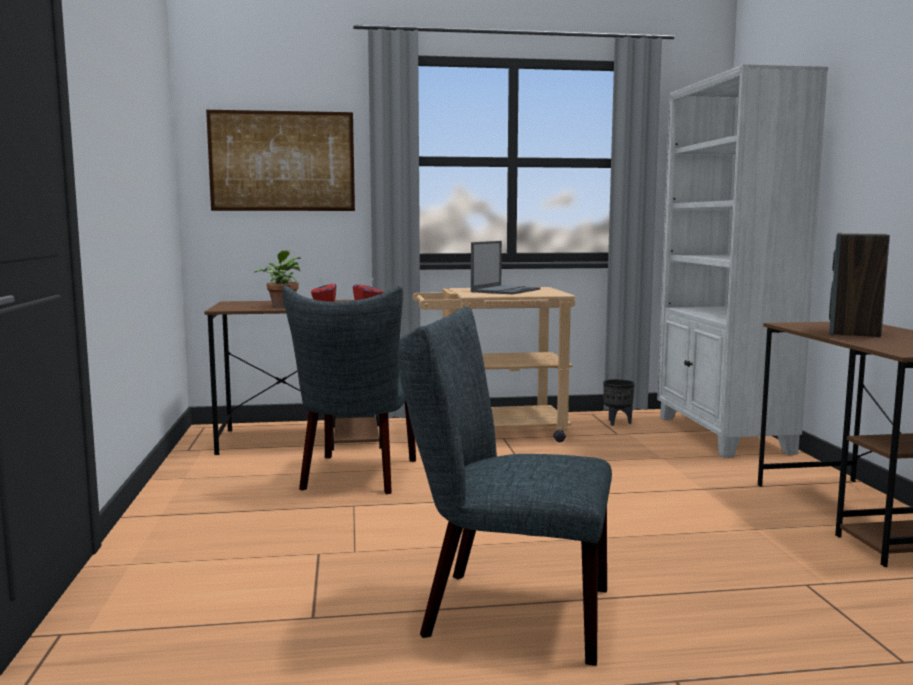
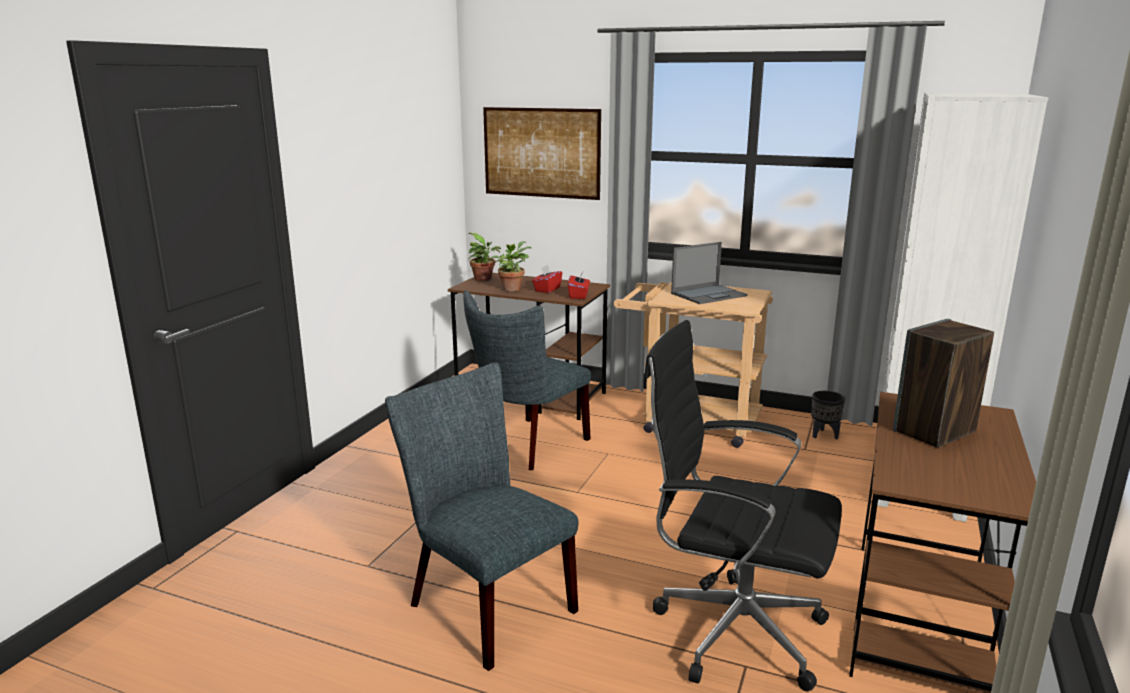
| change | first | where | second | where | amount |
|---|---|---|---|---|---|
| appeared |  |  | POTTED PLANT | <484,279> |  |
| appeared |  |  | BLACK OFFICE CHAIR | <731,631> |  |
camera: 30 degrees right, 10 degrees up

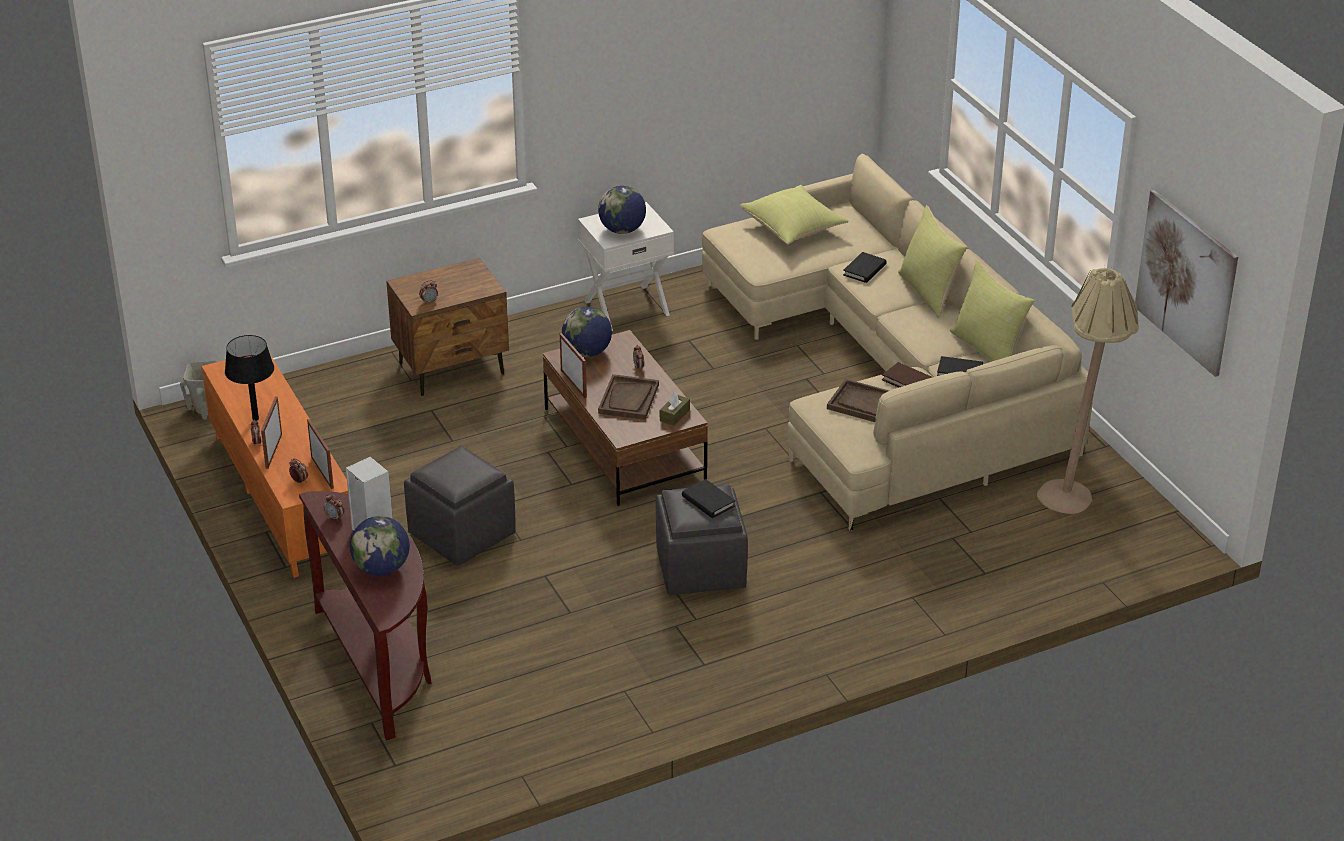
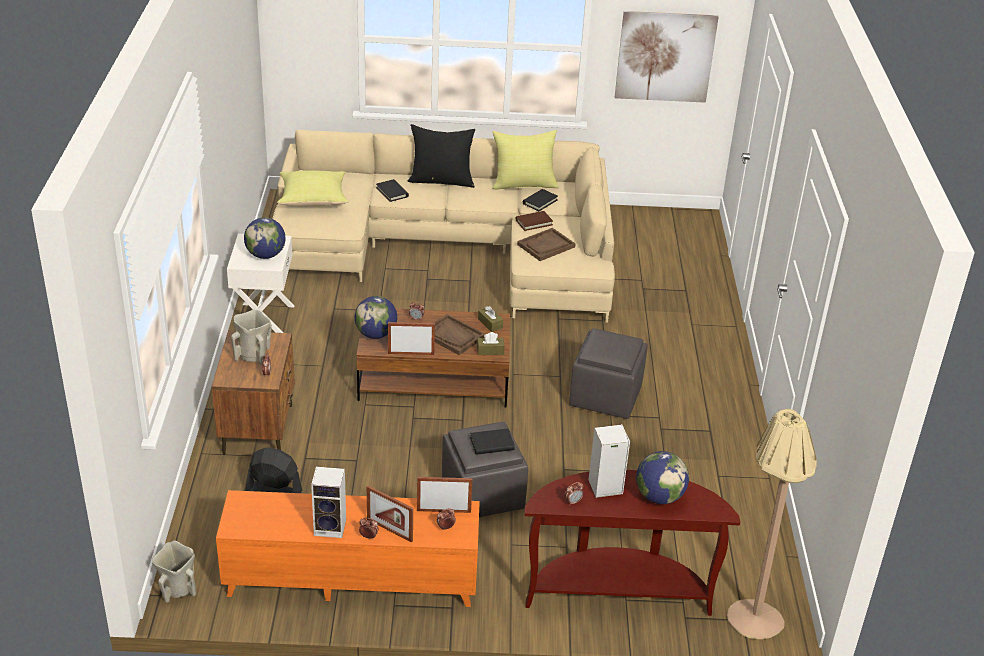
| change | first | where | second | where | amount |
|---|---|---|---|---|---|
| appeared |  |  | BEIGE VASE | <254,355> |  |
| appeared |  |  | BLACK FAN | <273,491> |  |
| appeared |  |  | BROWN TISSUE BOX | <490,350> |  |
| relocated | BLACK BOOK | <708,501> |  | <492,444> |  |
| relocated | BEIGE FLOOR LAMP | <1077,494> |  | <753,610> |  |
| exchanged | BLACK TABLE LAMP | <255,419> | SPEAKER | <331,527> |  |
| colour | YELLOW PILLOW | <929,292> | BLACK PILLOW | <441,180> |  |
camera: 65 degrees left, 0 degrees up

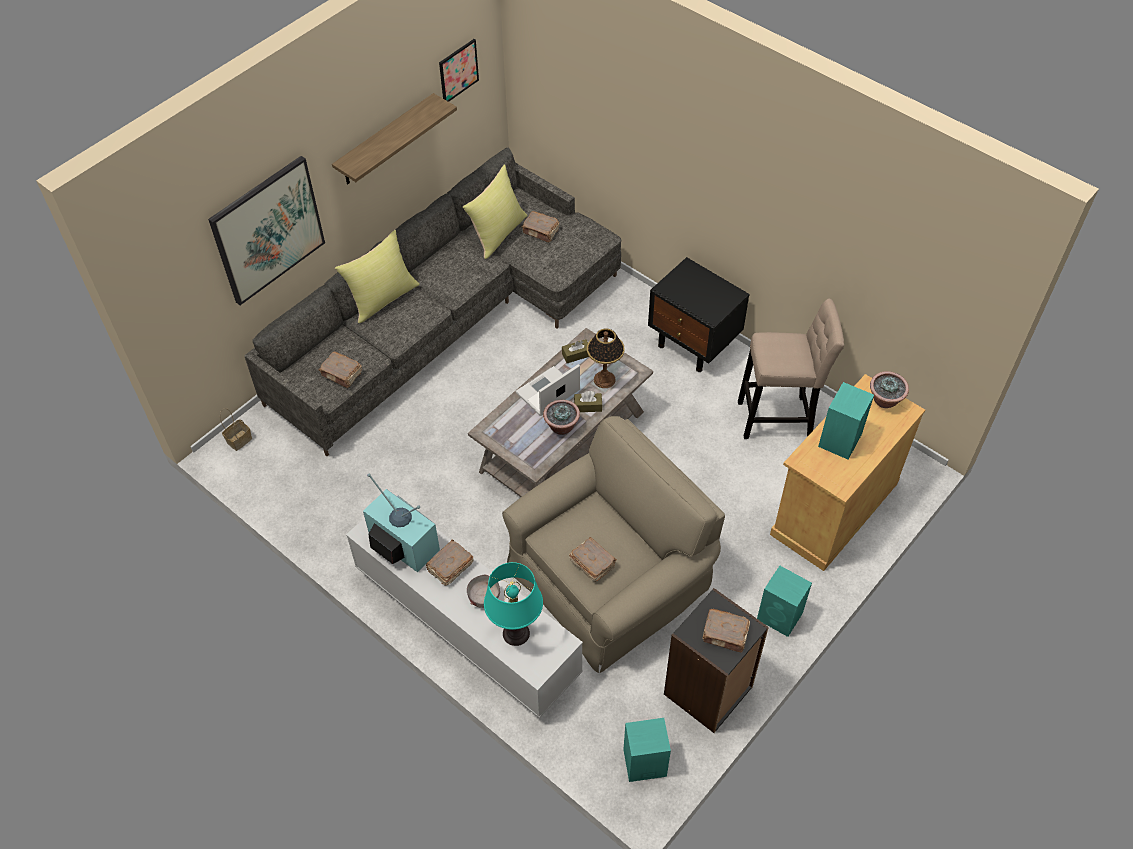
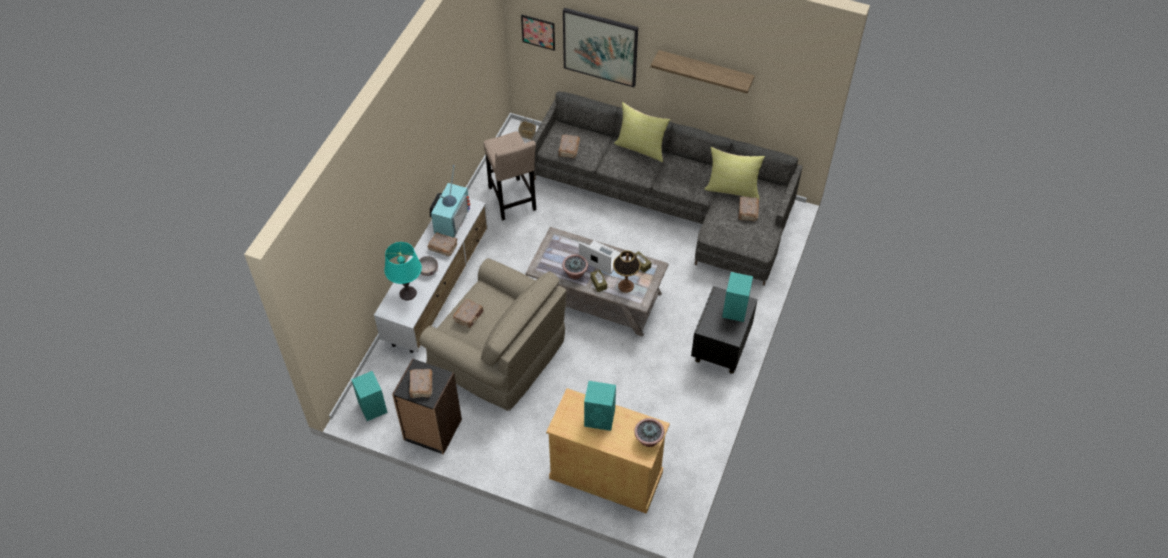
| change | first | where | second | where | amount |
|---|---|---|---|---|---|
| relocated | PICTURE | <458,71> |  | <538,32> |  |
| relocated | BEIGE STOOL | <779,418> |  | <512,201> |  |
| relocated | TURQUOISE SPEAKER | <780,617> |  | <735,310> |  |
camera: 70 degrees right, 0 degrees up

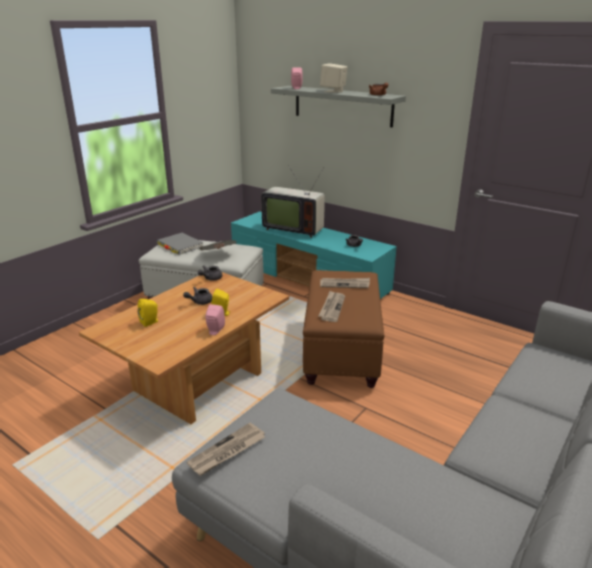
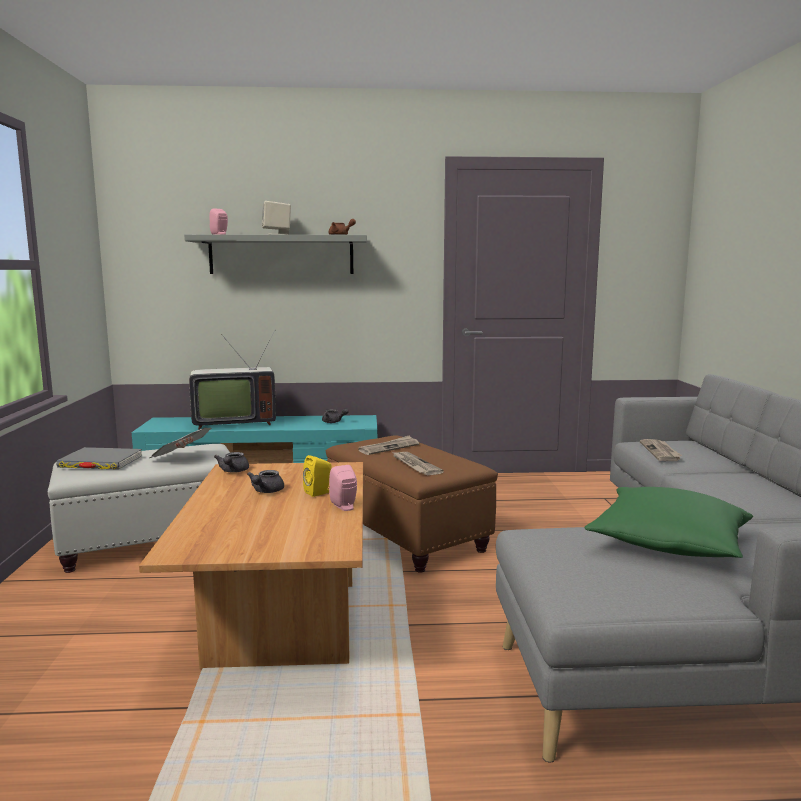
| change | first | where | second | where | amount |
|---|---|---|---|---|---|
| missing | YELLOW SPEAKER | <150,322> |  |  |  |
| appeared |  |  | GREEN PILLOW | <669,544> |  |
| relocated | NEWSPAPER | <227,451> |  | <661,452> |  |
camera: 40 degrees left, 15 degrees down

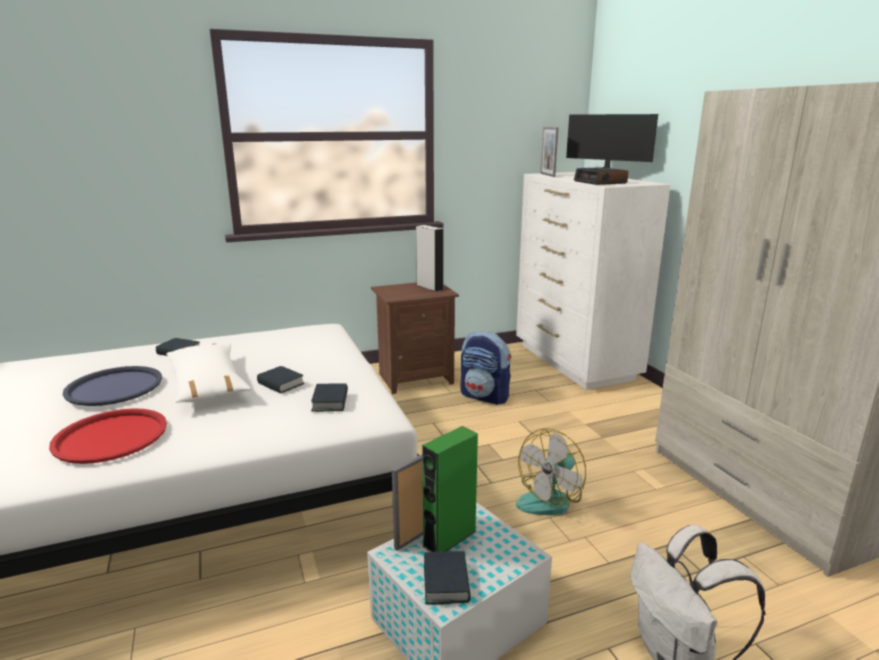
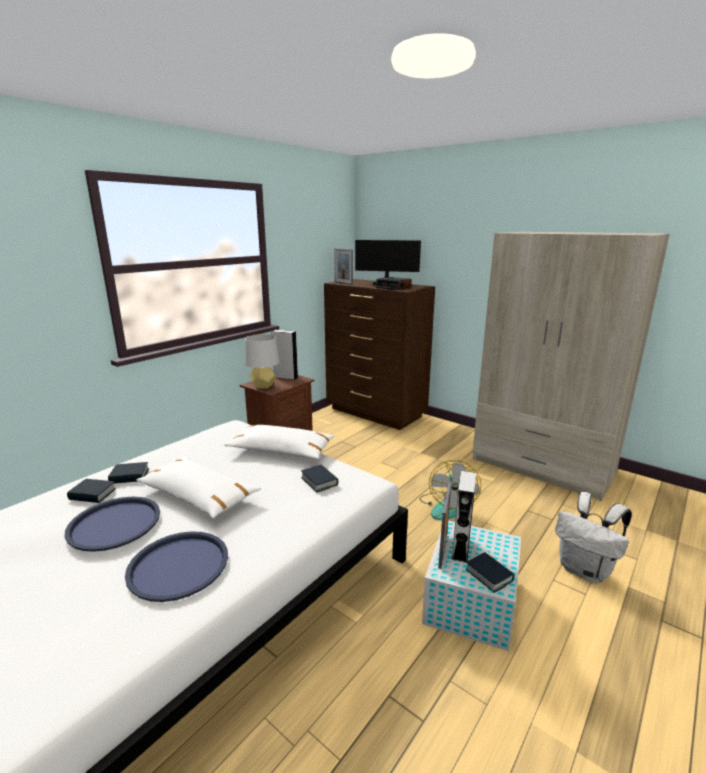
| change | first | where | second | where | amount |
|---|---|---|---|---|---|
| missing | BACKPACK | <485,396> |  |  |  |
| appeared |  |  | WHITE PILLOW | <281,451> |  |
| appeared |  |  | GREY TABLE LAMP | <263,386> |  |
| relocated | BOOK | <280,384> |  | <92,494> |  |
| colour | RED TRAY | <110,436> | BLUE TRAY | <178,566> |  |
| colour | GREEN SPEAKER | <449,538> | GREY SPEAKER | <460,548> |  |
| colour | WHITE DRESSER | <574,362> | BROWN DRESSER | <375,413> |  |
camera: 30 degrees left, 0 degrees up

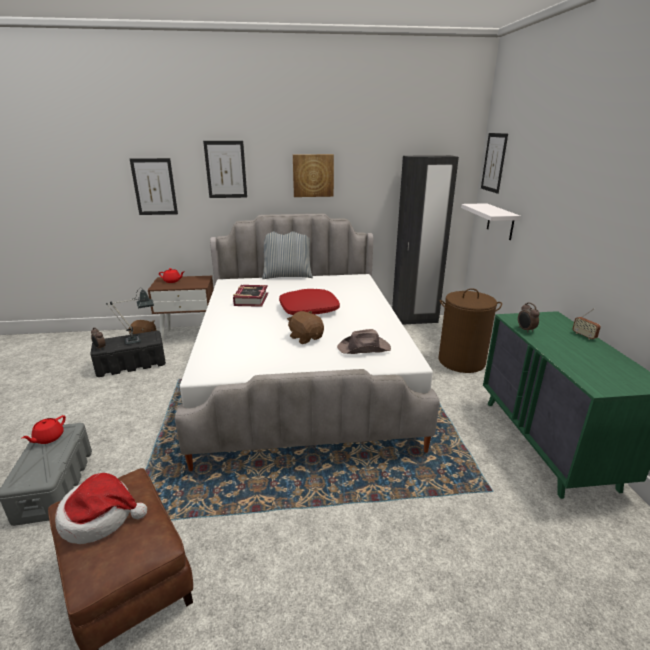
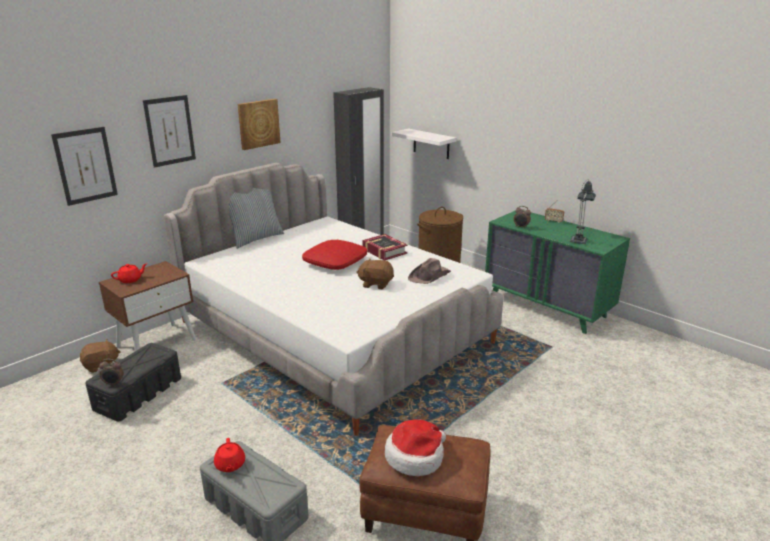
| change | first | where | second | where | amount |
|---|---|---|---|---|---|
| missing | PICTURE | <494,162> |  |  |  |
| relocated | TABLE LAMP | <137,340> |  | <579,239> |  |
| relocated | BOOK | <251,299> |  | <384,251> |  |
camera: 40 degrees left, 0 degrees up

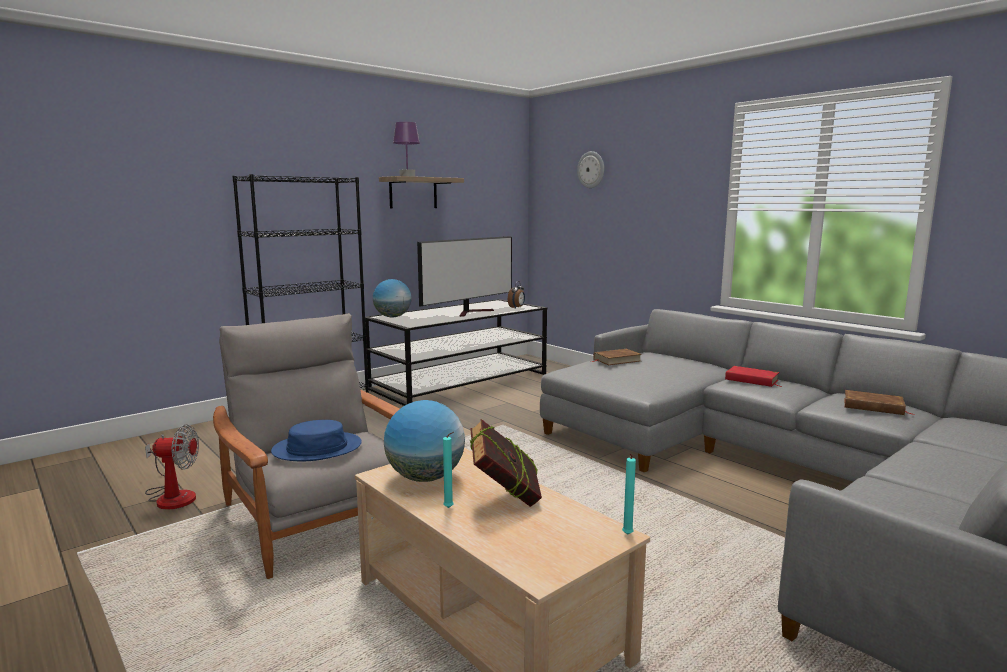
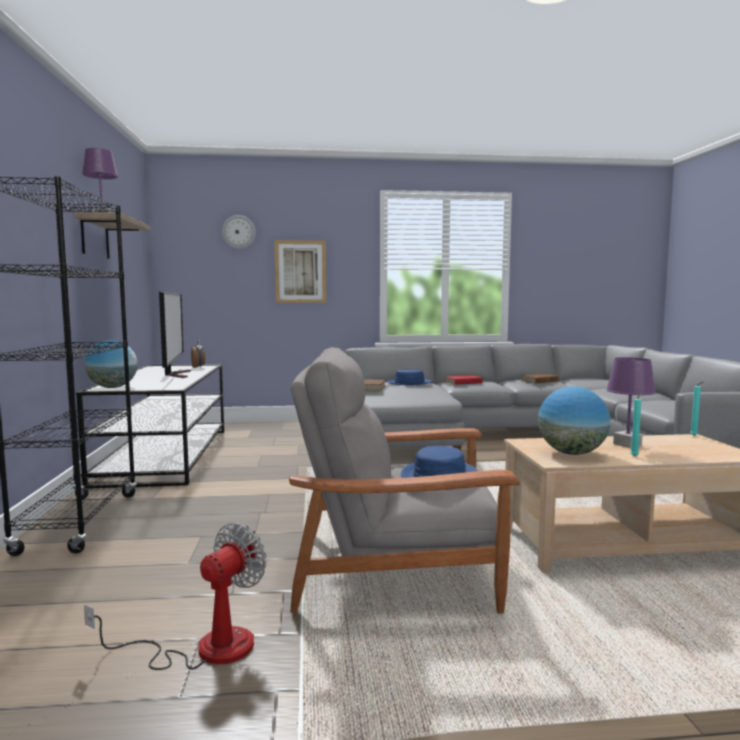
| change | first | where | second | where | amount |
|---|---|---|---|---|---|
| appeared |  |  | PICTURE | <300,272> |  |
| appeared |  |  | BLUE HAT | <409,383> |  |
| exchanged | BOOK | <505,499> | PURPLE TABLE LAMP | <626,445> |  |
camera: 55 degrees left, 5 degrees down

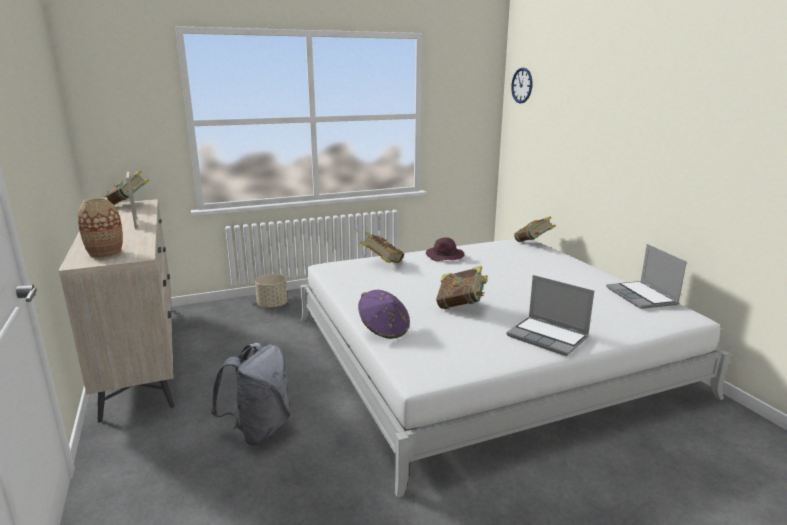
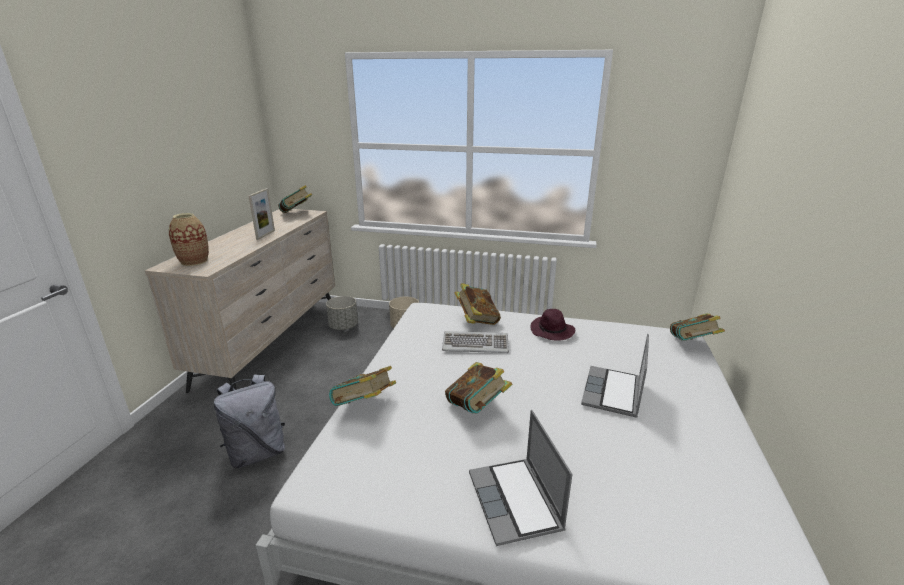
| change | first | where | second | where | amount |
|---|---|---|---|---|---|
| missing | WALL CLOCK | <522,85> |  |  |  |
| appeared |  |  | GREY PLANTER | <344,326> |  |
| appeared |  |  | KEYBOARD | <475,344> |  |
| relocated | LAPTOP | <642,296> |  | <613,393> |  |
| exchanged | PURPLE HAT | <384,329> | BOOK | <365,406> |  |
camera: 35 degrees right, 5 degrees up

